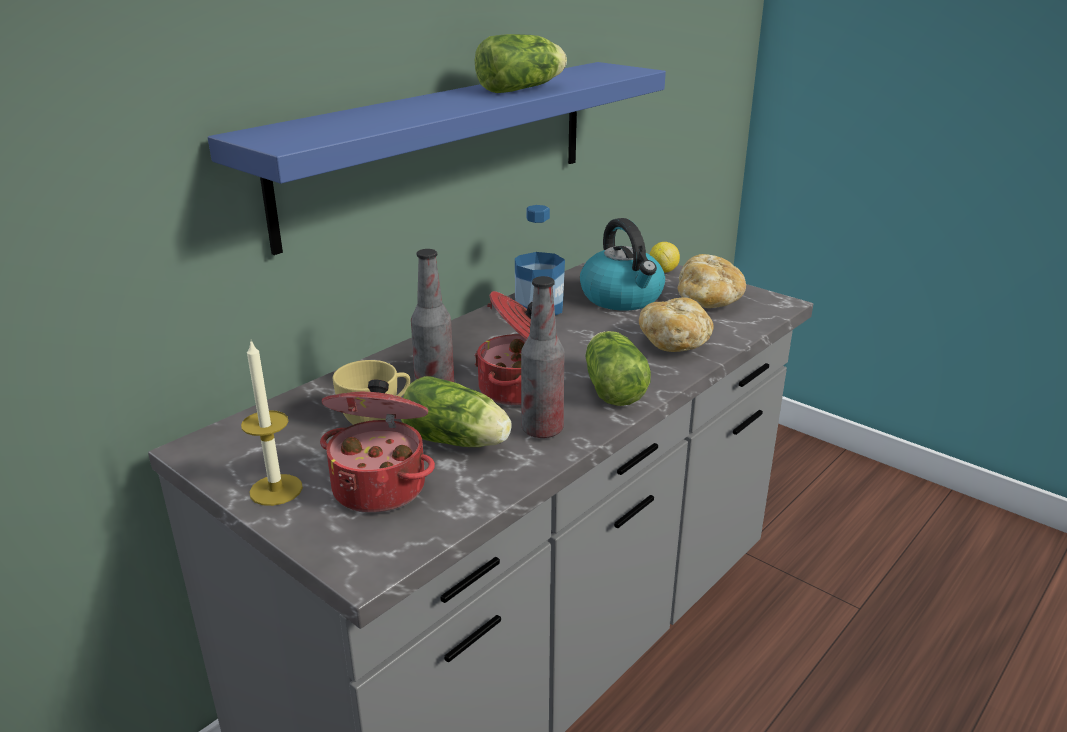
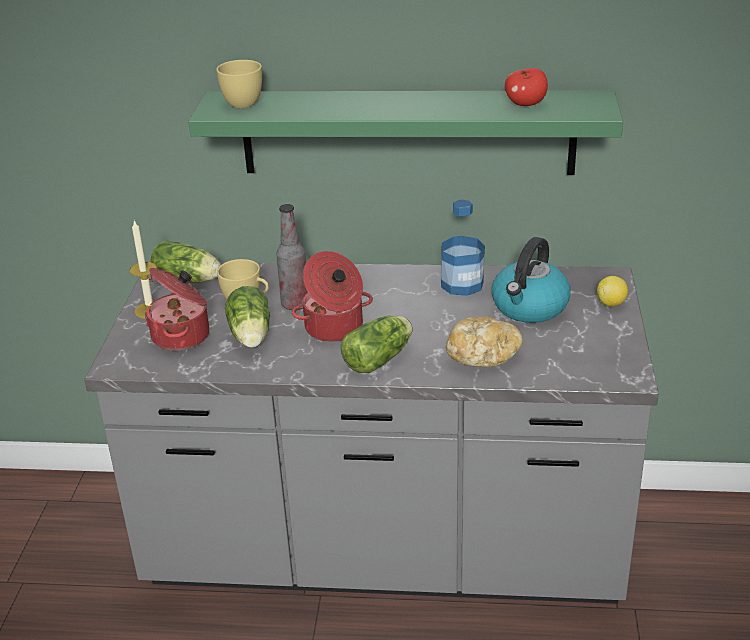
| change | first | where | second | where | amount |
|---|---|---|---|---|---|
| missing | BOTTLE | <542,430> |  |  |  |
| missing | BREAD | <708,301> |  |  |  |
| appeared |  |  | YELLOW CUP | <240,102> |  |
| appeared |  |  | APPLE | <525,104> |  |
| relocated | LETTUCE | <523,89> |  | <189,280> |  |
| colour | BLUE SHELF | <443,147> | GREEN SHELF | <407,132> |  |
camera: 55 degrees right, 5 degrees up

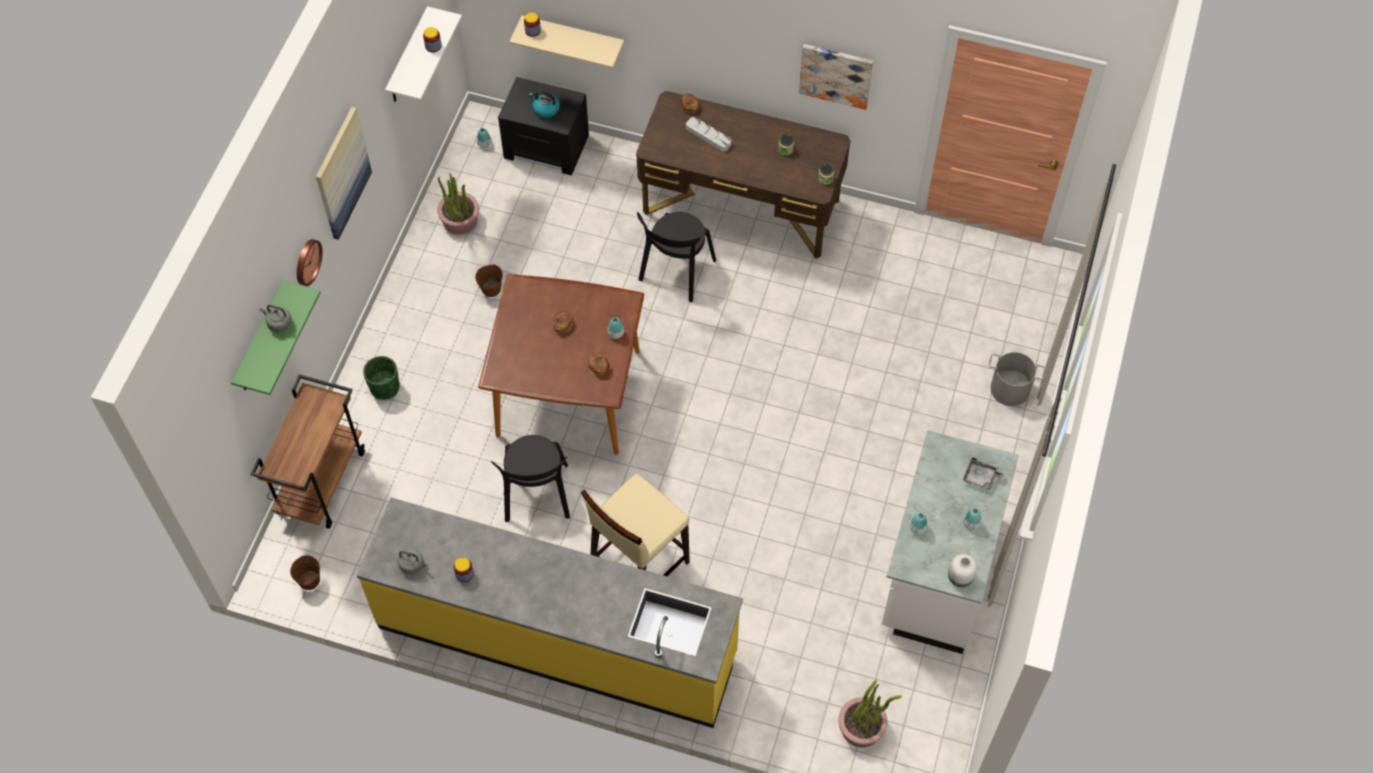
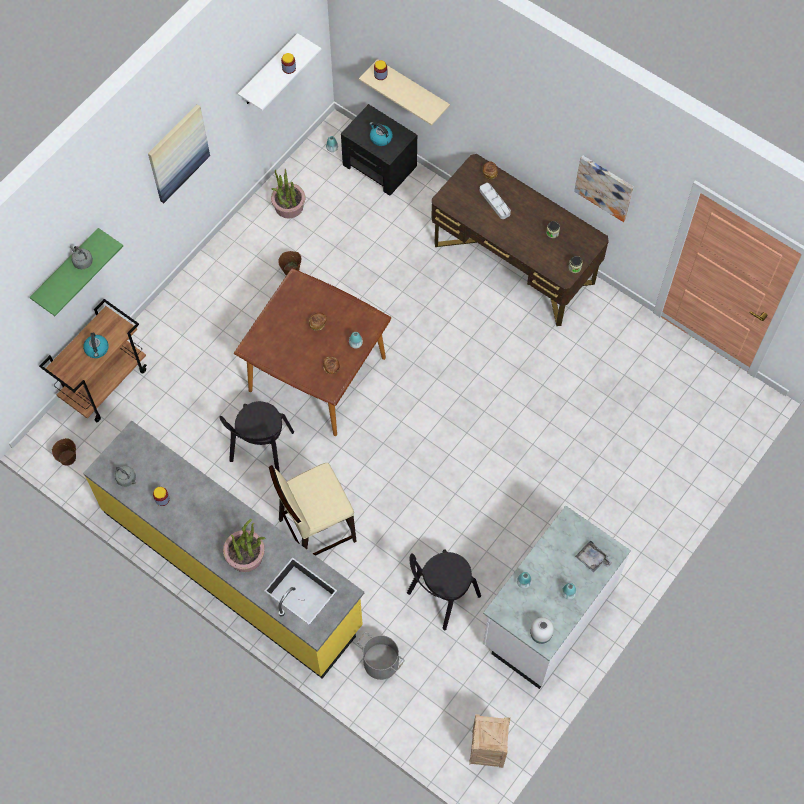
| change | first | where | second | where | amount |
|---|---|---|---|---|---|
| missing | WALL CLOCK | <306,262> |  |  |  |
| missing | GREEN PLANTER | <384,387> |  |  |  |
| appeared |  |  | KETTLE | <97,349> |  |
| appeared |  |  | CRATE | <486,751> |  |
| relocated | BLACK CHAIR | <675,273> |  | <441,596> |  |
| relocated | POTTED PLANT | <861,728> |  | <246,556> |  |
| relocated | GREY BUCKET | <1010,389> |  | <380,662> |  |
camera: 20 degrees right, 5 degrees up

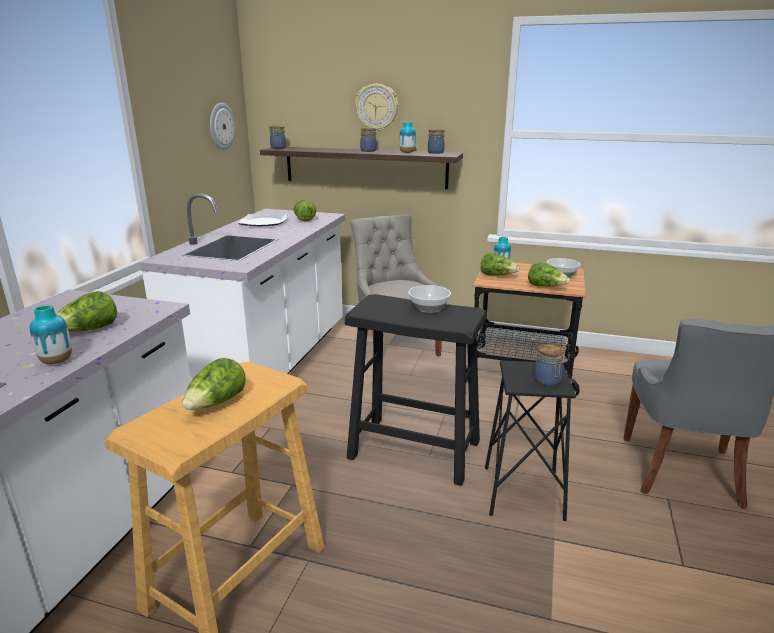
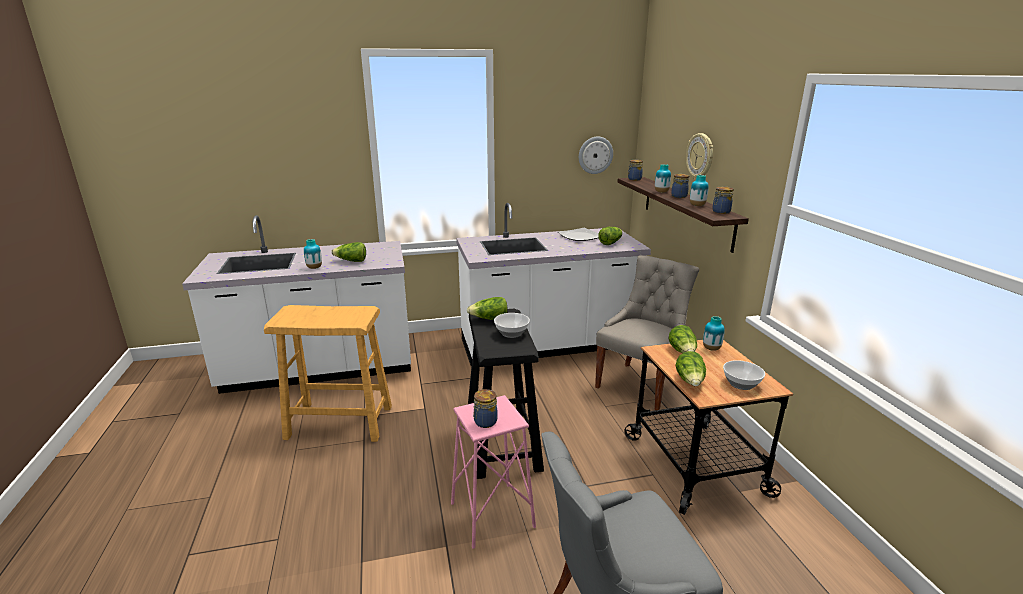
| change | first | where | second | where | amount |
|---|---|---|---|---|---|
| appeared |  |  | VASE | <661,192> |  |
| relocated | LETTUCE | <216,403> |  | <489,319> |  |
| colour | BLACK STOOL | <523,492> | PINK STOOL | <492,515> |  |
camera: 60 degrees right, 0 degrees up

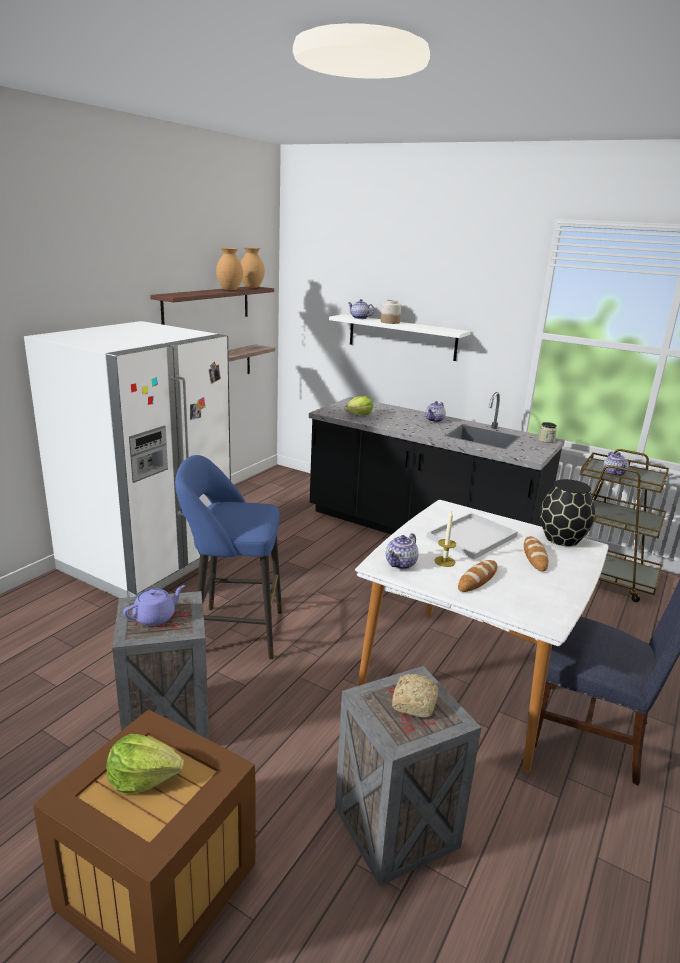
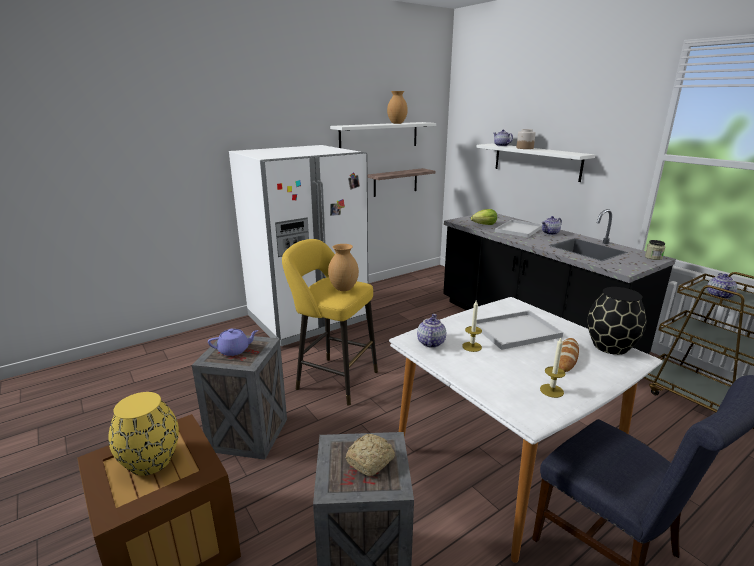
| change | first | where | second | where | amount |
|---|---|---|---|---|---|
| missing | BREAD | <477,579> |  |  |  |
| appeared |  |  | WHITE TRAY | <519,229> |  |
| appeared |  |  | CANDLE | <551,390> |  |
| relocated | BROWN VASE | <252,287> |  | <344,289> |  |
| exchanged | LETTUCE | <143,777> | YELLOW VASE | <151,460> |  |
| colour | BROWN SHELF | <207,306> | WHITE SHELF | <379,136> |  |
| colour | BLUE STOOL | <232,631> | YELLOW STOOL | <333,379> |  |
| spun | TEAPOT | <401,564> |  | <430,342> | 135 degrees clockwise |
camera: 25 degrees right, 0 degrees up

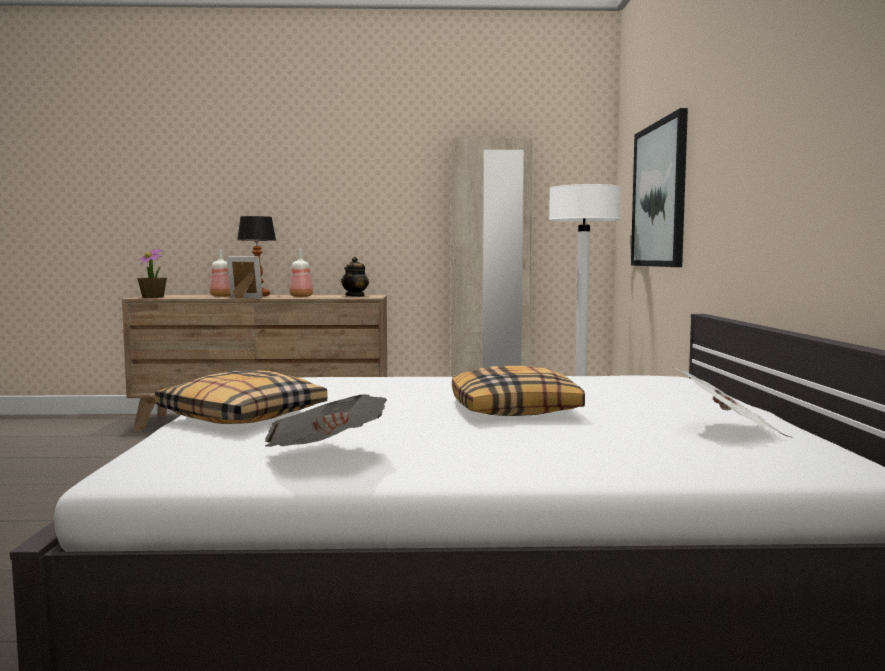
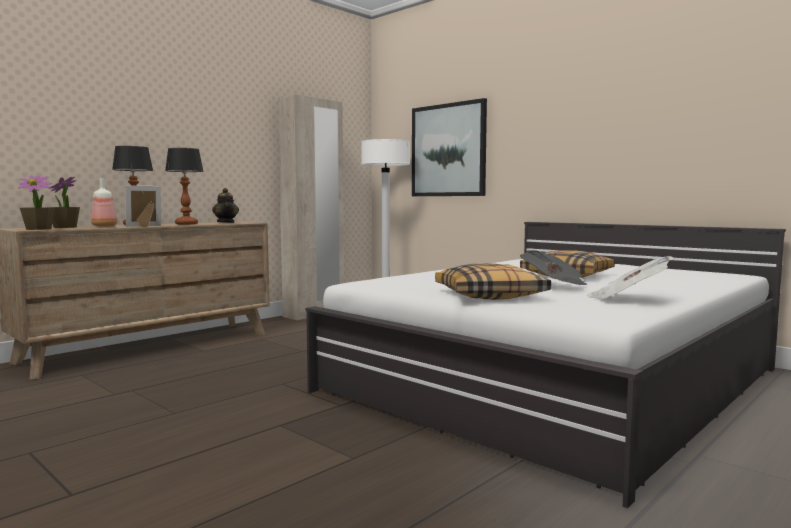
| change | first | where | second | where | amount |
|---|---|---|---|---|---|
| appeared |  |  | POTTED PLANT | <65,227> |  |
| relocated | NEWSPAPER | <730,431> |  | <555,286> |  |
| exchanged | BOTTLE | <302,296> | TABLE LAMP | <186,224> |  |
camera: 45 degrees left, 0 degrees up

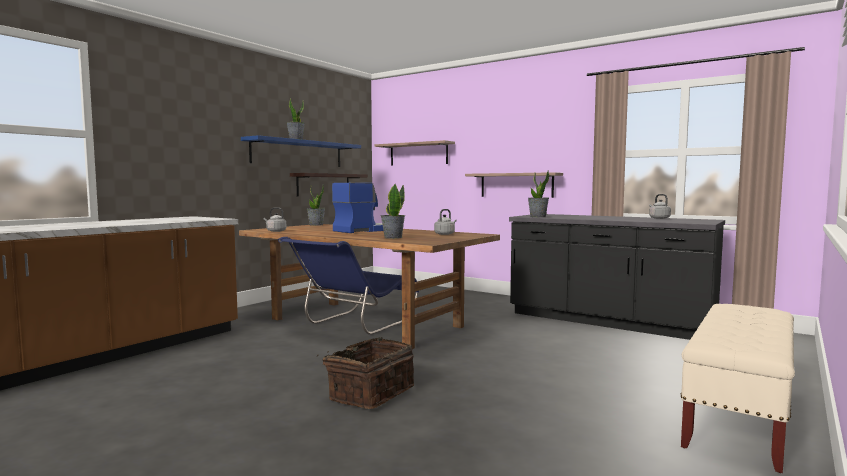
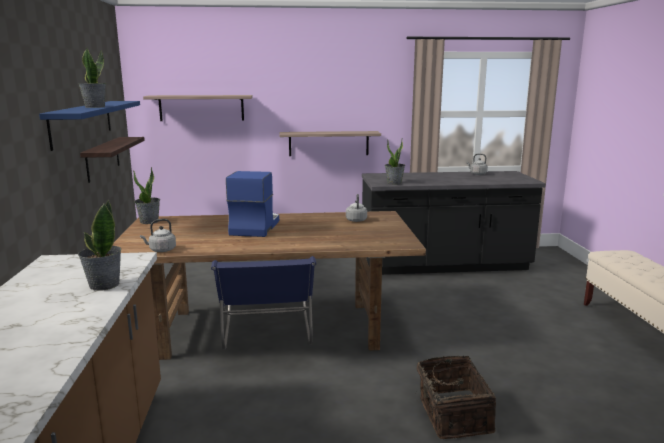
| change | first | where | second | where | amount |
|---|---|---|---|---|---|
| relocated | POTTED PLANT | <392,237> |  | <103,285> |  |
camera: 40 degrees left, 10 degrees up

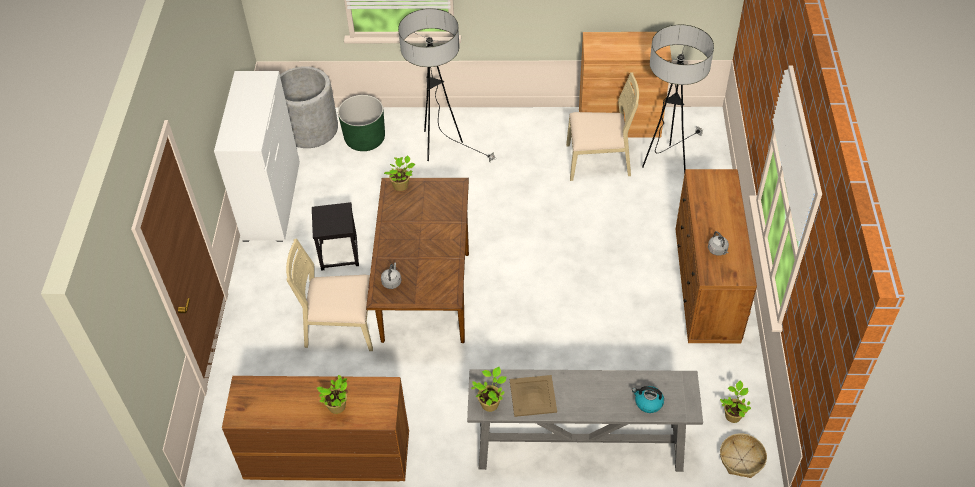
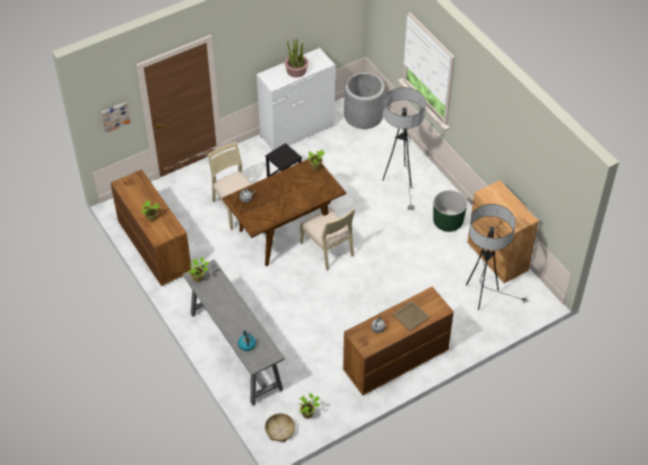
| change | first | where | second | where | amount |
|---|---|---|---|---|---|
| appeared |  |  | PICTURE | <115,116> |  |
| appeared |  |  | POTTED PLANT | <296,70> |  |
| relocated | GREEN PLANTER | <365,139> |  | <448,222> |  |
| relocated | BEIGE TRAY | <532,395> |  | <411,315> |  |
| relocated | BEIGE CHAIR | <599,161> |  | <327,249> |  |
camera: 55 degrees right, 0 degrees up

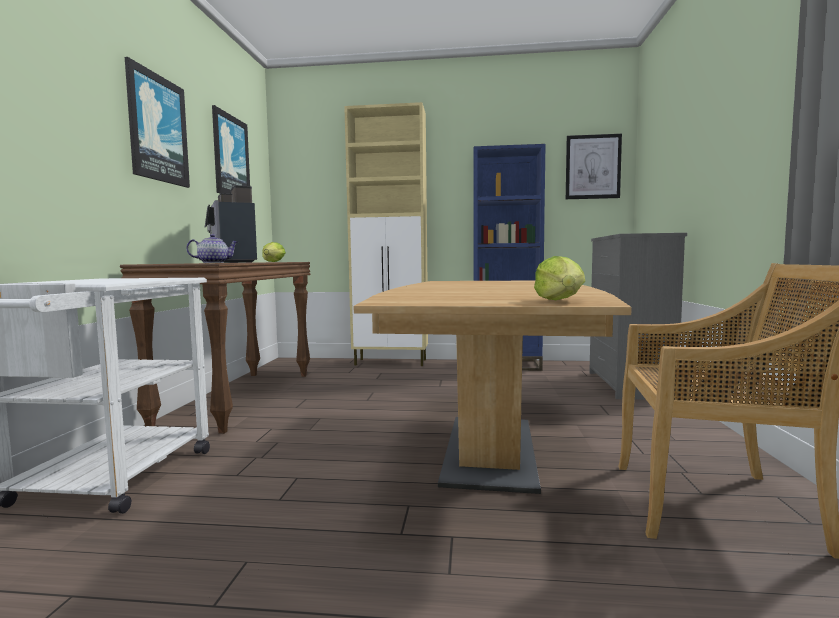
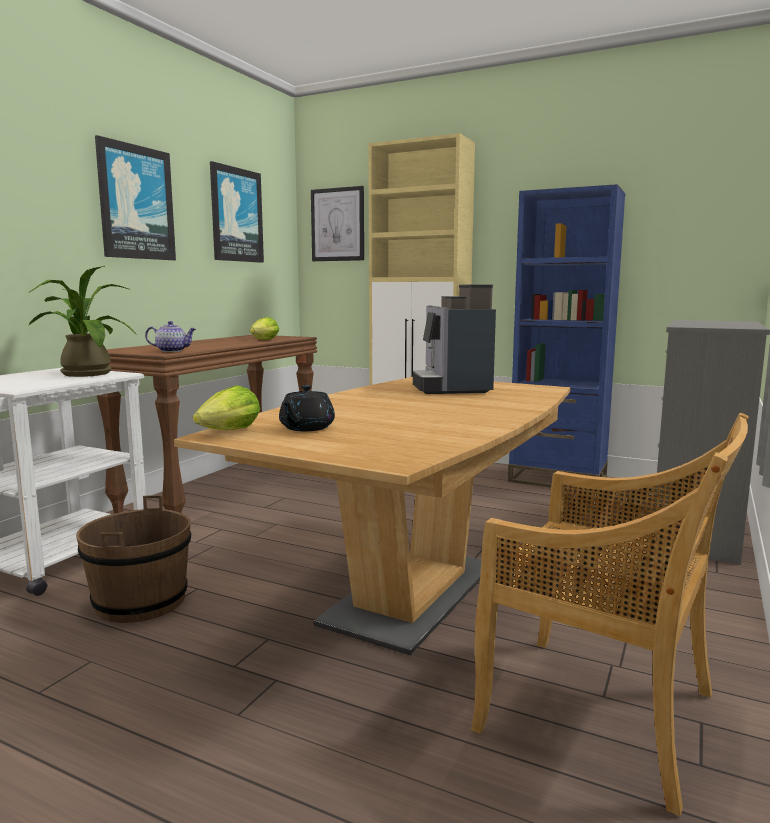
| change | first | where | second | where | amount |
|---|---|---|---|---|---|
| appeared |  |  | POTTED PLANT | <85,373> |  |
| appeared |  |  | BROWN BUCKET | <141,602> |  |
| appeared |  |  | BLACK TEAPOT | <306,428> |  |
| relocated | COFFEE MACHINE | <230,262> |  | <452,388> |  |
| relocated | LETTUCE | <561,301> |  | <229,432> |  |
| relocated | PICTURE | <593,167> |  | <338,224> |  |
camera: 20 degrees right, 5 degrees up

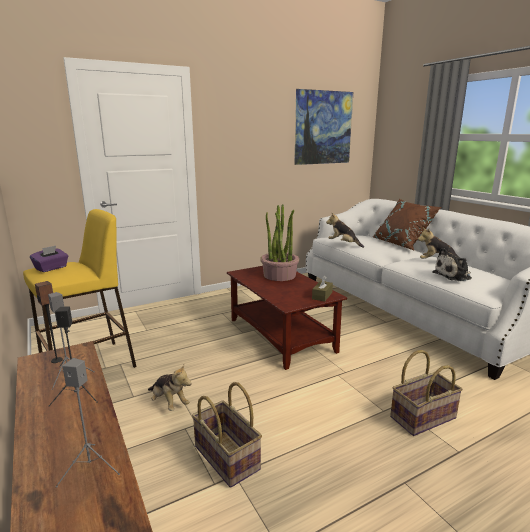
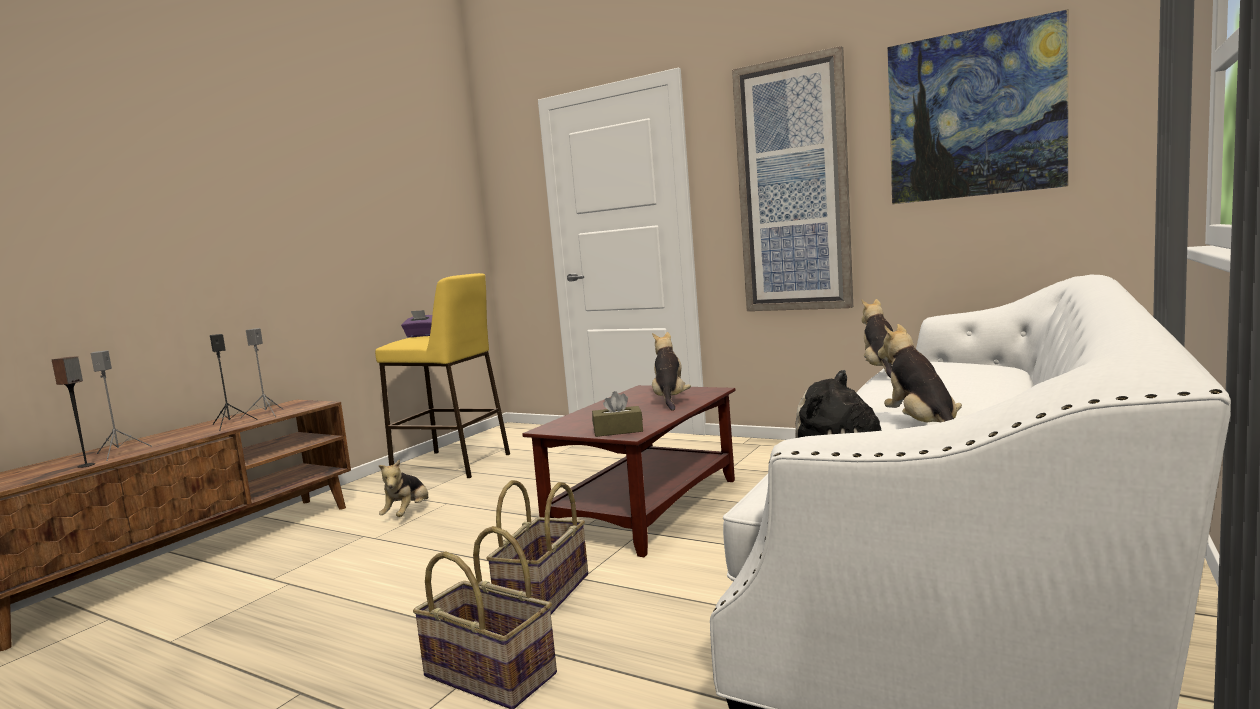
| change | first | where | second | where | amount |
|---|---|---|---|---|---|
| missing | BROWN PILLOW | <402,244> |  |  |  |
| appeared |  |  | PICTURE | <793,187> |  |
| relocated | SPEAKER | <57,360> |  | <86,465> |  |
| relocated | BASKET | <228,457> |  | <545,595> |  |
| exchanged | POTTED PLANT | <279,275> | PLUSH TOY | <670,400> |  |
camera: 60 degrees right, 10 degrees down

